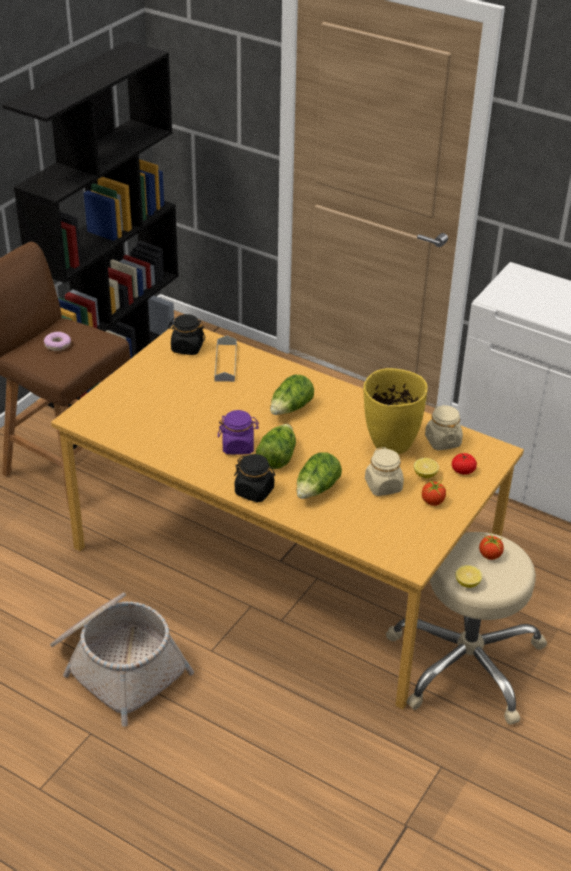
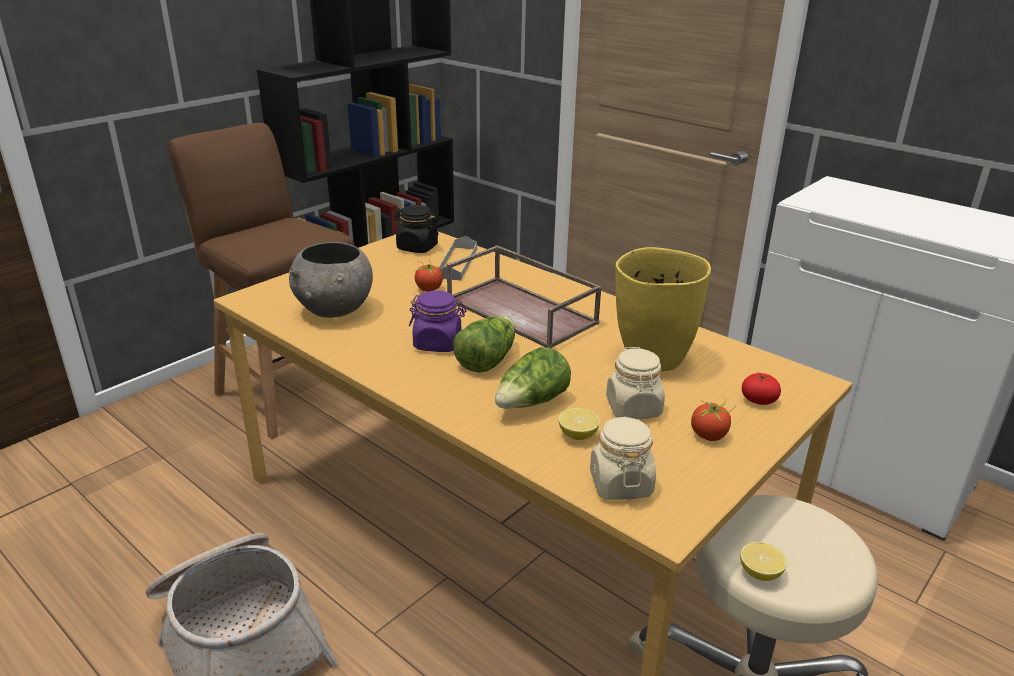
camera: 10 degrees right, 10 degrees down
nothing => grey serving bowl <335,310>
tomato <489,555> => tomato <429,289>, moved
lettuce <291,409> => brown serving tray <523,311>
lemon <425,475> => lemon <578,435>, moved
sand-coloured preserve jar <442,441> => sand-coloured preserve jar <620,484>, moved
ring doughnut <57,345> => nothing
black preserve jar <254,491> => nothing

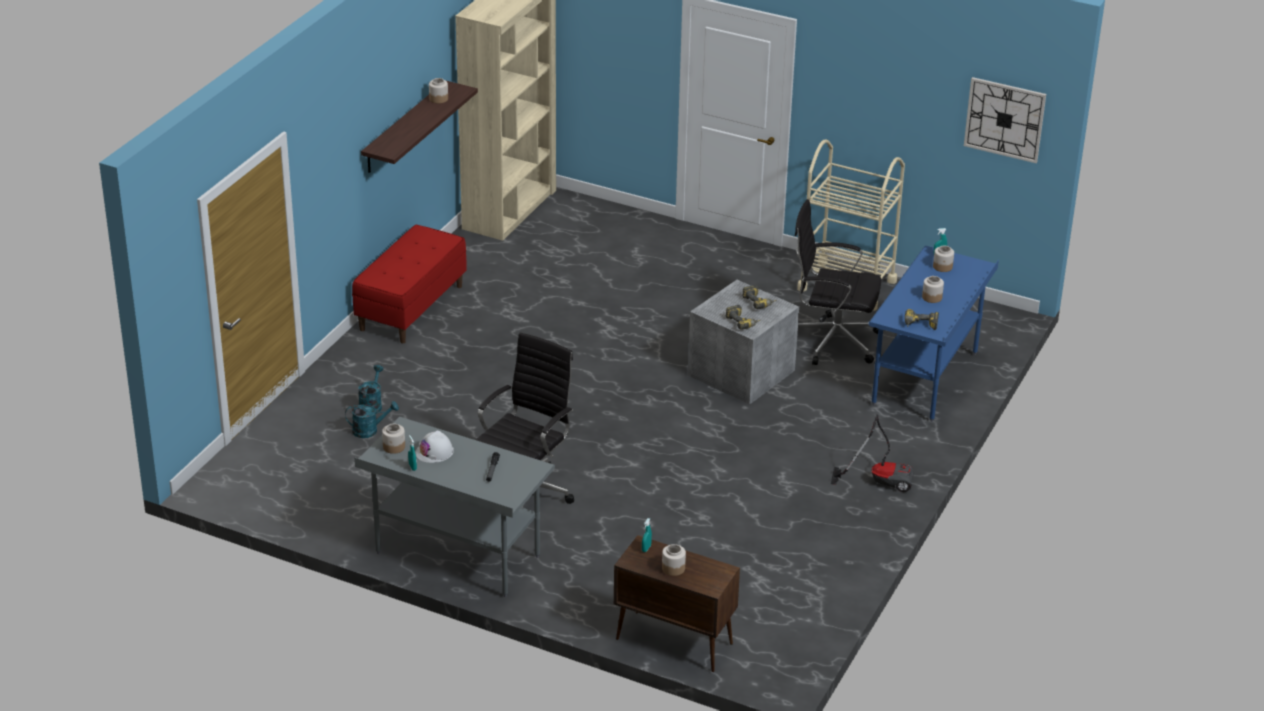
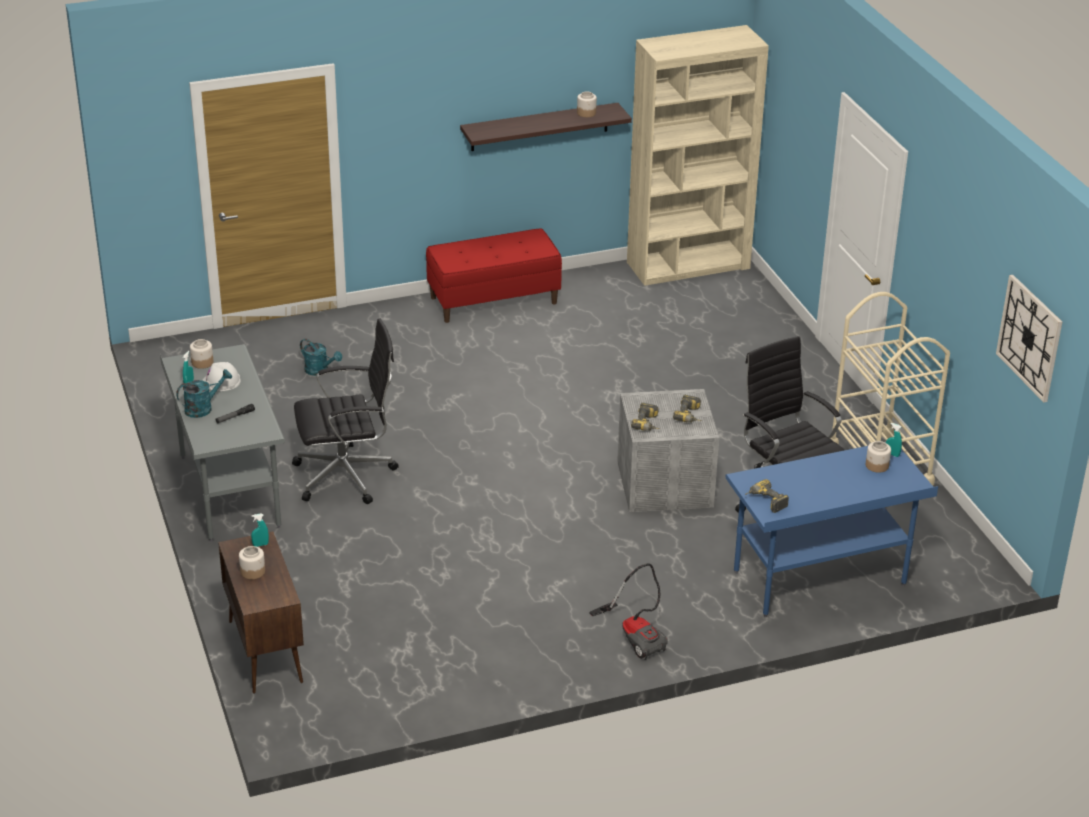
camera: 45 degrees right, 0 degrees up
blue-green sprinkling can <371,405> => blue-green sprinkling can <203,408>, moved
preserve jar <932,297> => nothing

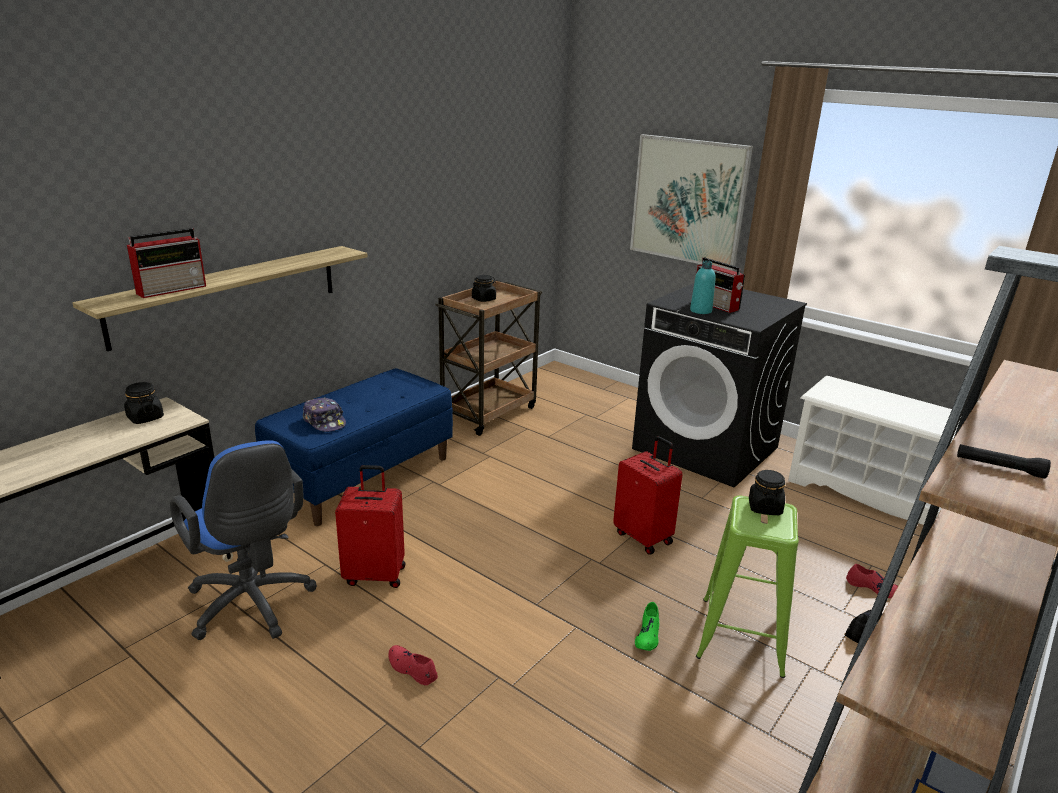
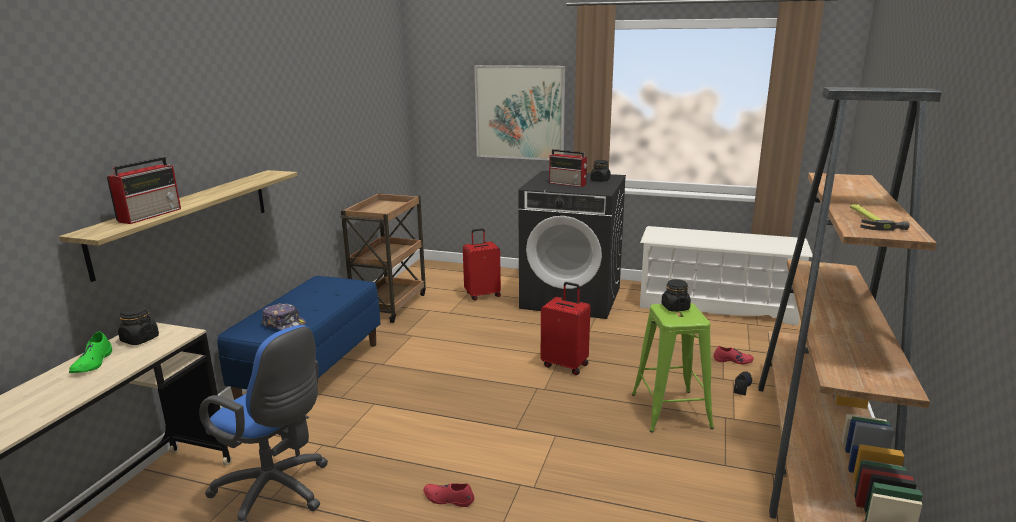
camera: 20 degrees left, 5 degrees down
green-coloured shoe <648,635> => green-coloured shoe <93,363>, moved
red travel case <375,574> => red travel case <482,295>, moved
black preserve jar <484,299> => black preserve jar <600,180>, moved
black torch <999,468> => tool hammer <869,219>
blue-green bottle <700,311> => nothing

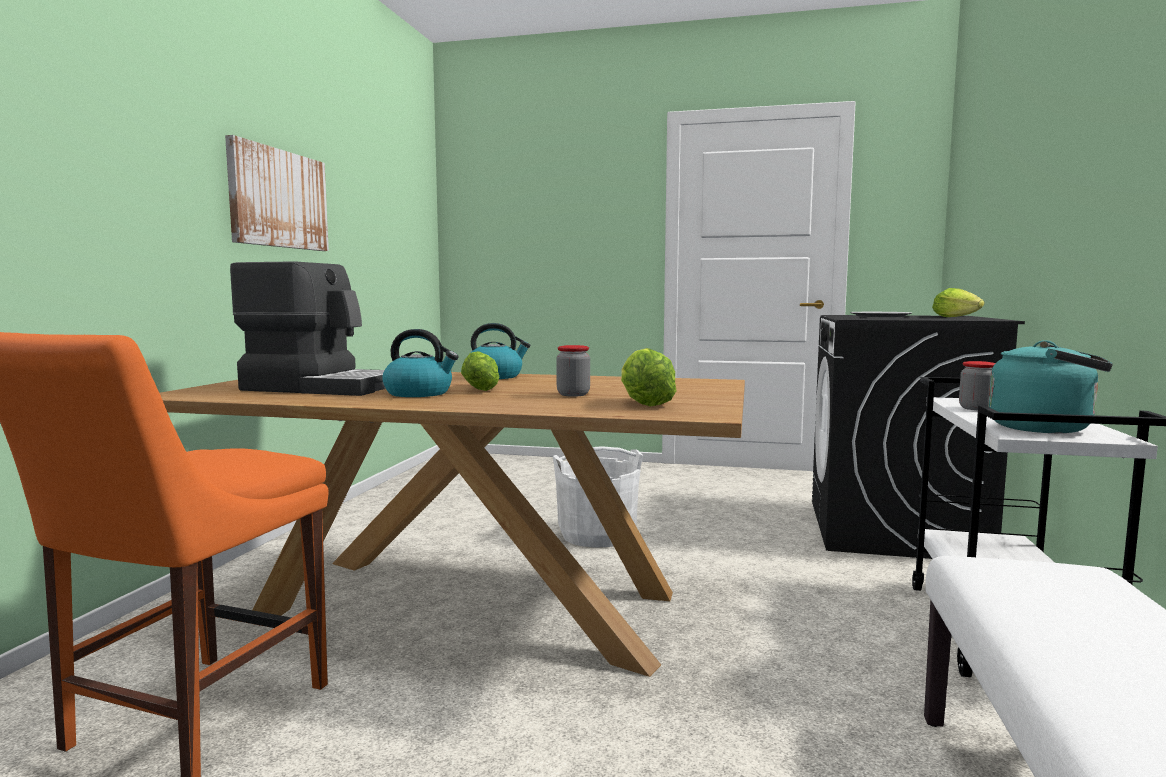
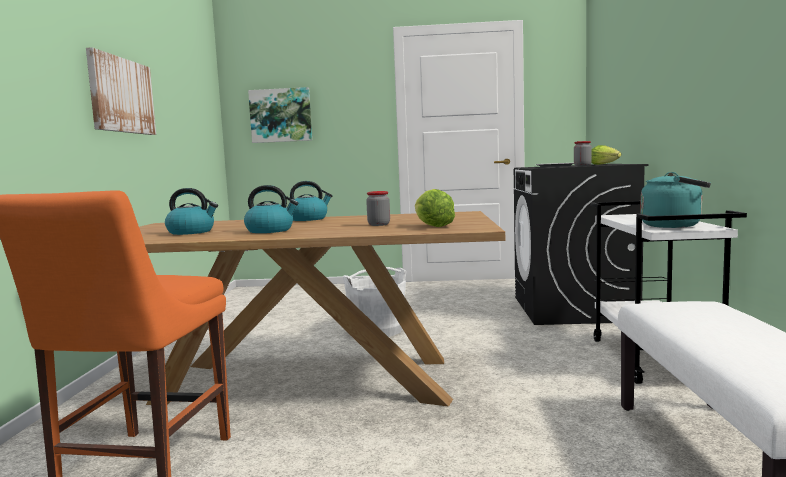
camera: 10 degrees left, 0 degrees up
coffee brewer <322,387> => tea kettle <192,232>
nothing => wall picture <281,115>
preserve jar <976,408> => preserve jar <582,166>, moved
lettuce <482,388> => nothing

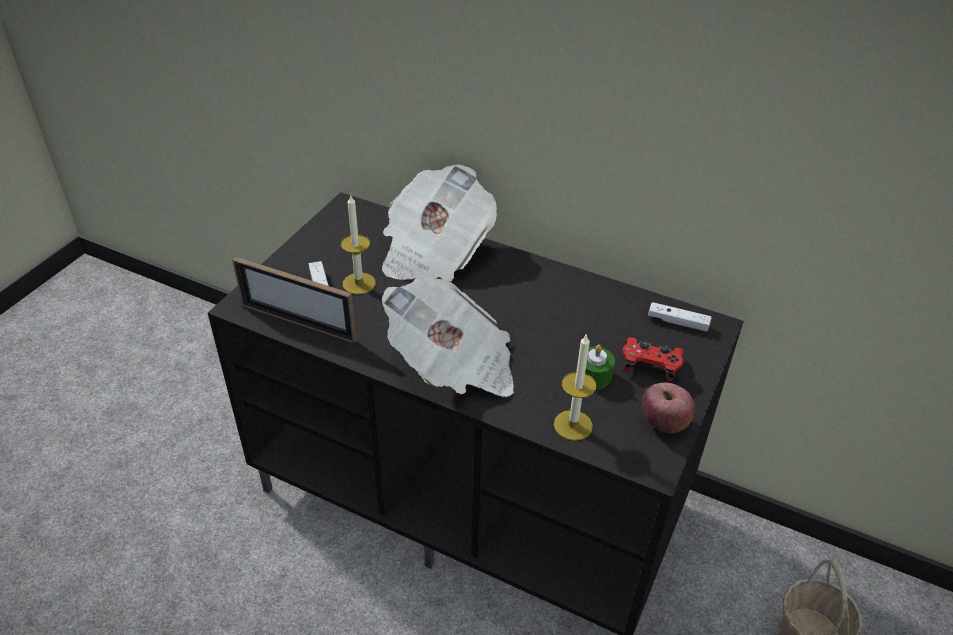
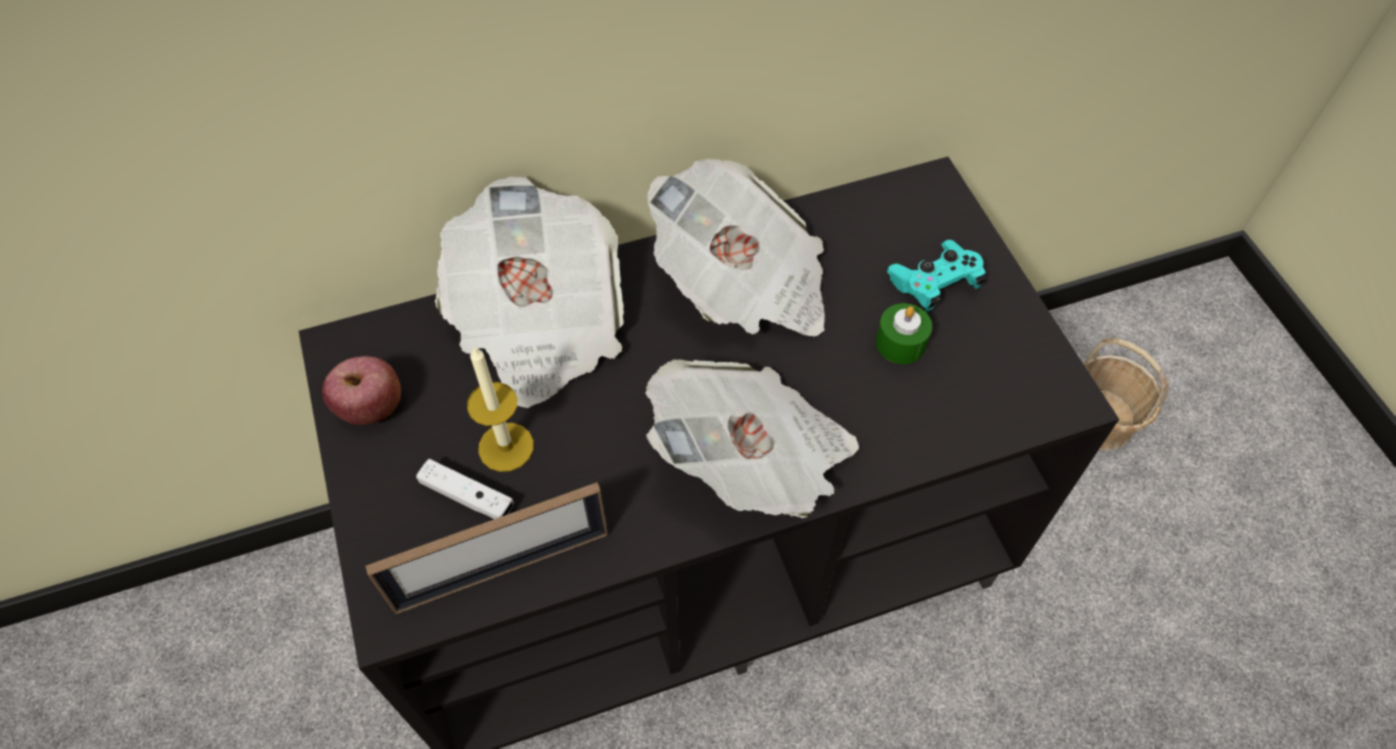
camera: 45 degrees left, 15 degrees up
apple <664,423> => apple <372,408>, moved
nothing => daily paper <743,284>
red game controller <650,366> => blue-green game controller <934,284>
wax light <573,425> => nothing
white-coloured game controller <678,322> => nothing

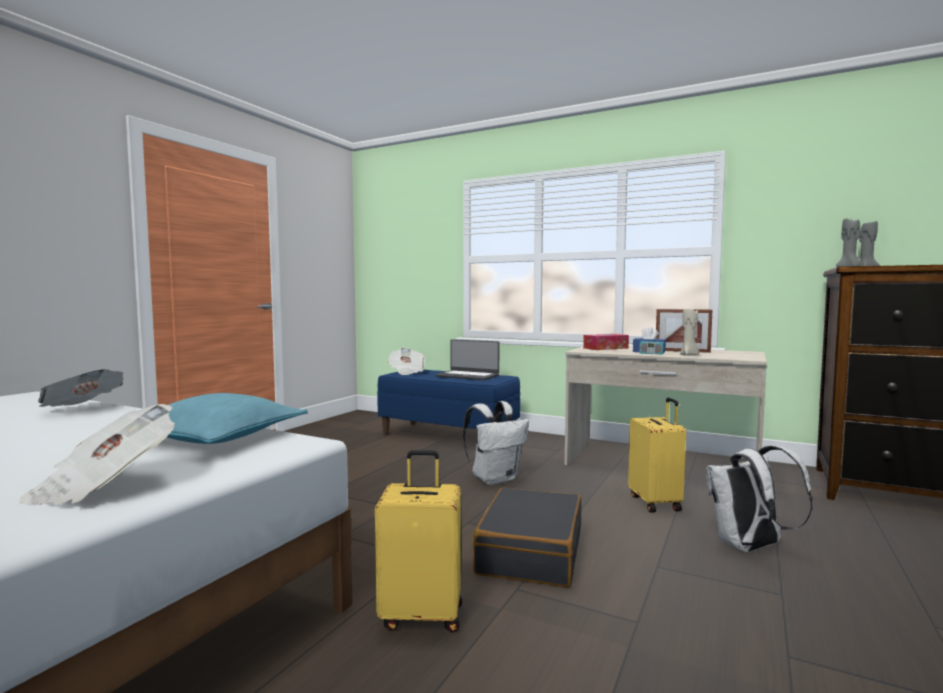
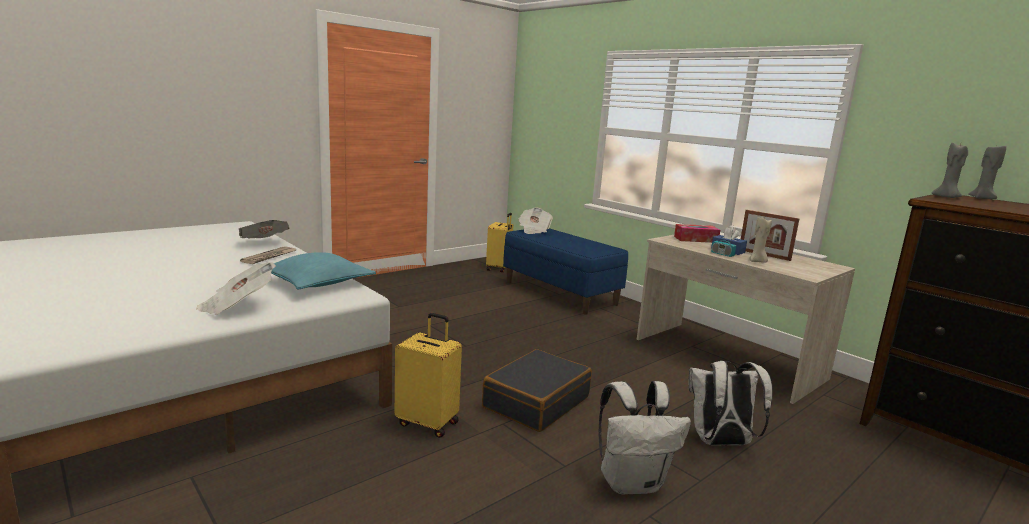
camera: 20 degrees right, 10 degrees up
nothing => daily paper <269,257>
yellow travel case <656,503> => yellow travel case <499,268>, moved
white-coloured backpack <495,479> => white-coloured backpack <632,482>, moved
notebook computer <467,376> => nothing

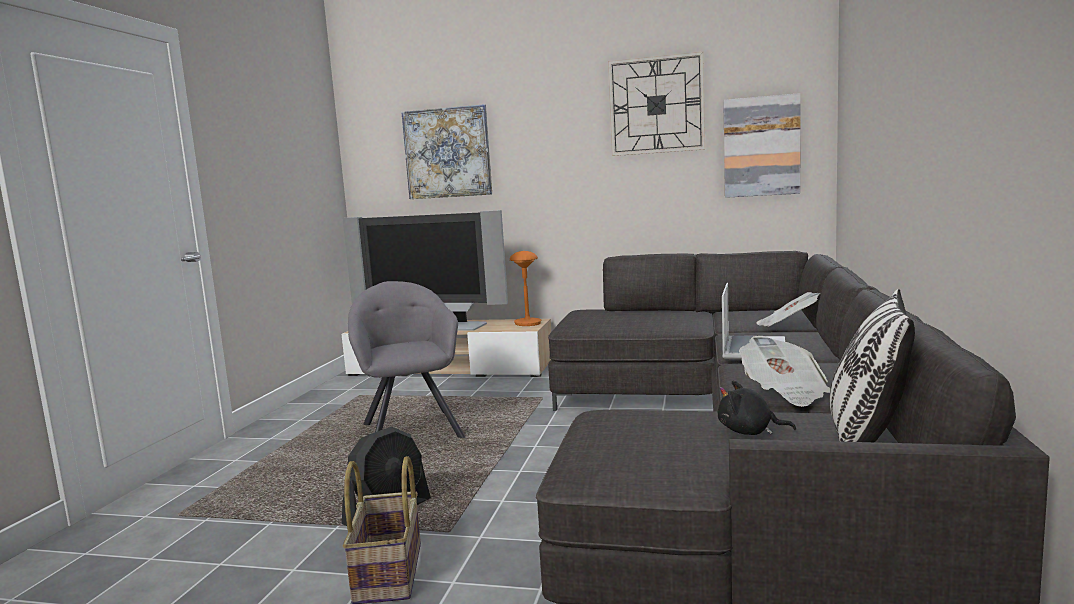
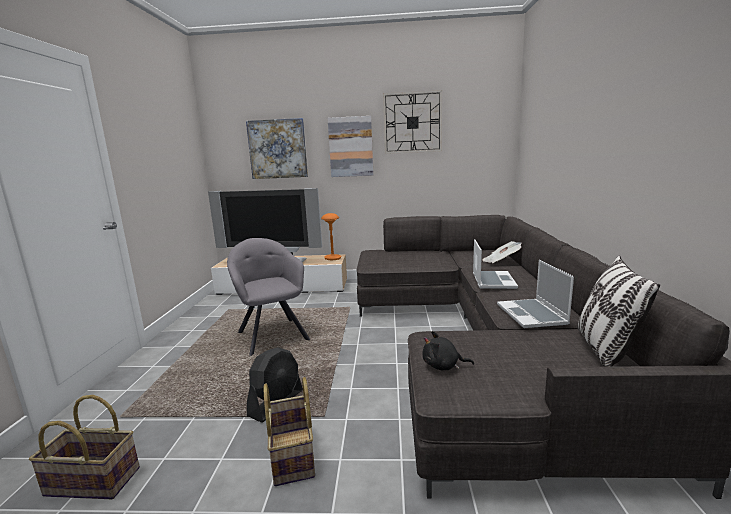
camera: 10 degrees left, 5 degrees up
nothing => storage basket <91,482>
wall picture <761,146> => wall picture <351,147>, moved
black soft toy <749,432> => black soft toy <443,366>, moved
daily paper <784,393> => notebook computer <532,315>

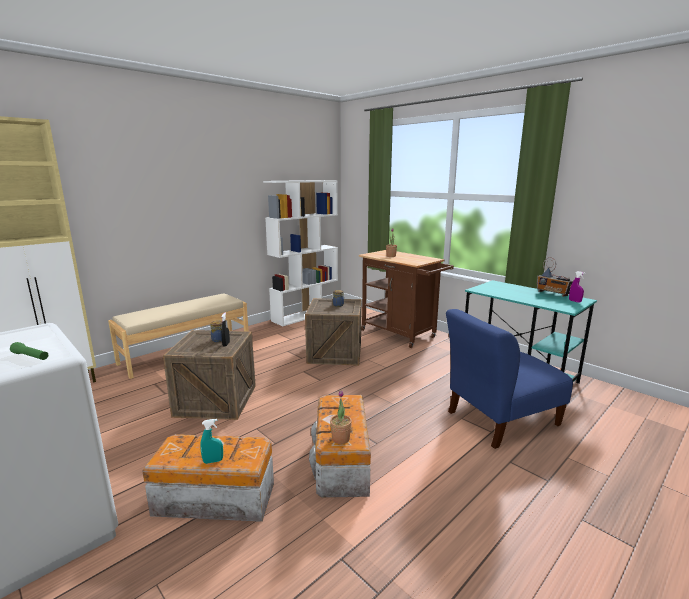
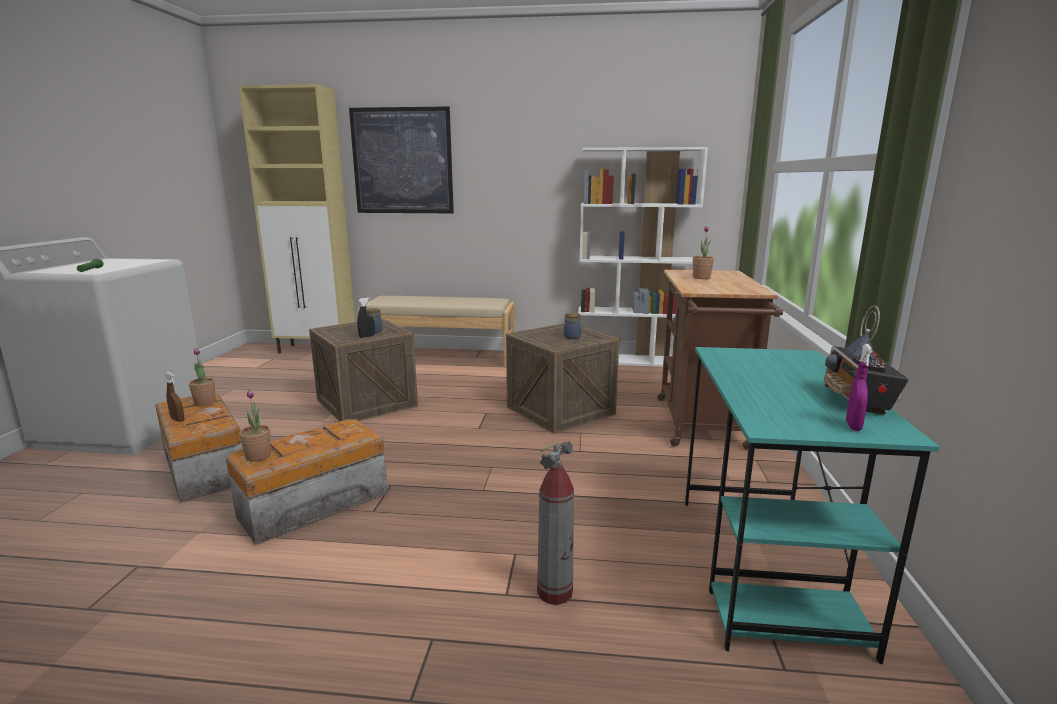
camera: 50 degrees right, 0 degrees up
blue-green spray bottle <213,461> => brown spray bottle <177,420>
nothing => potted plant <205,402>
nothing => wall picture <402,161>
blue-coloured chair <499,420> => fire extinguisher <555,592>

